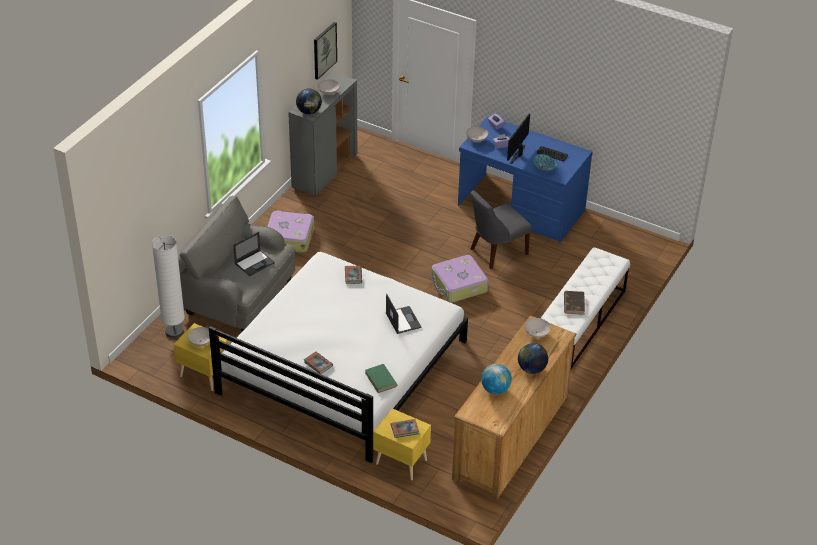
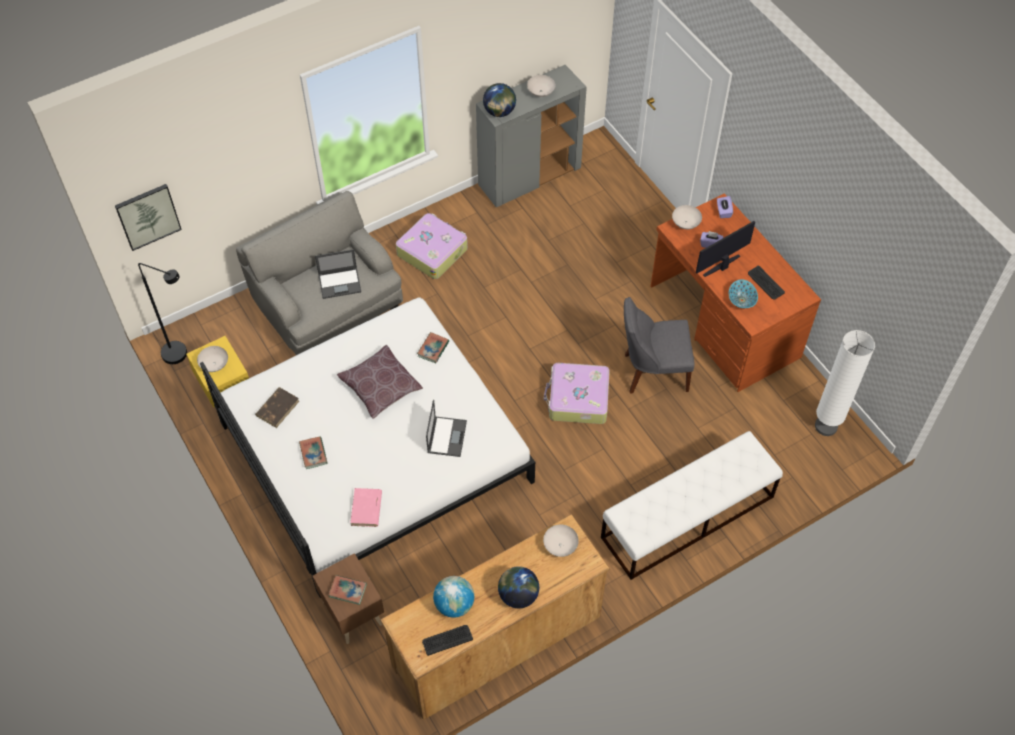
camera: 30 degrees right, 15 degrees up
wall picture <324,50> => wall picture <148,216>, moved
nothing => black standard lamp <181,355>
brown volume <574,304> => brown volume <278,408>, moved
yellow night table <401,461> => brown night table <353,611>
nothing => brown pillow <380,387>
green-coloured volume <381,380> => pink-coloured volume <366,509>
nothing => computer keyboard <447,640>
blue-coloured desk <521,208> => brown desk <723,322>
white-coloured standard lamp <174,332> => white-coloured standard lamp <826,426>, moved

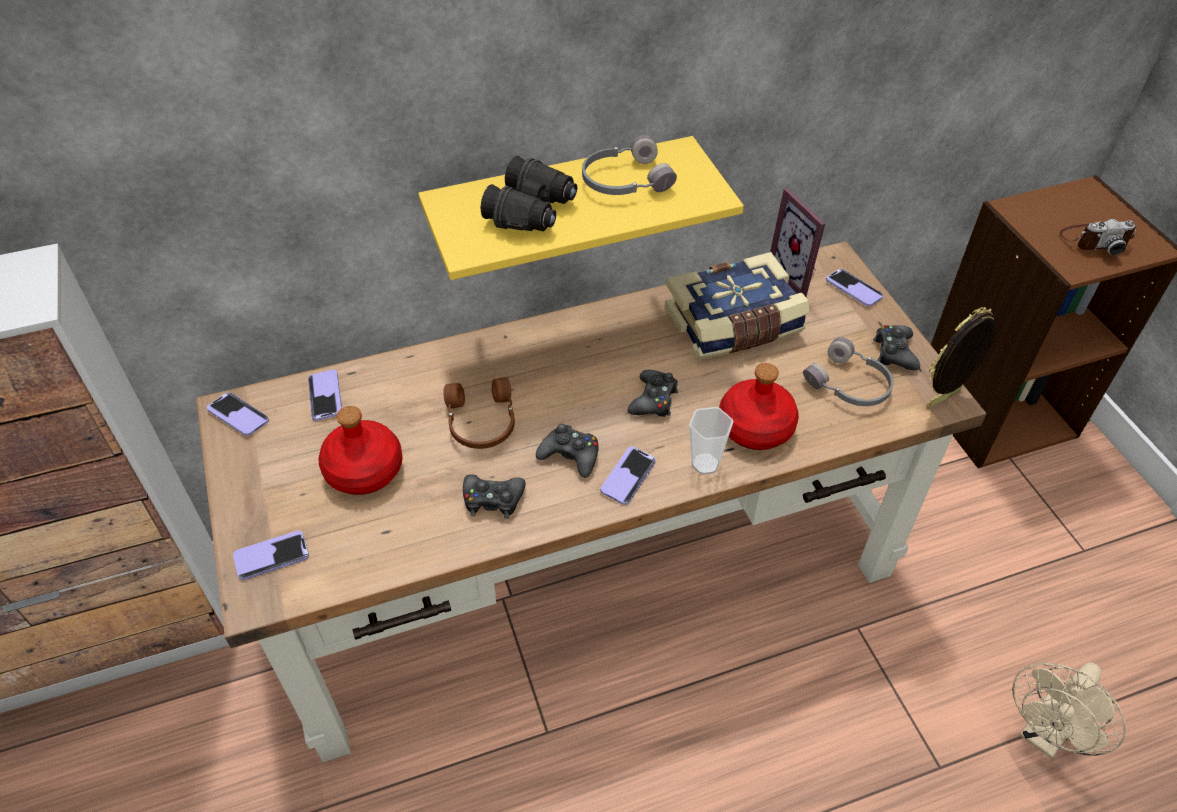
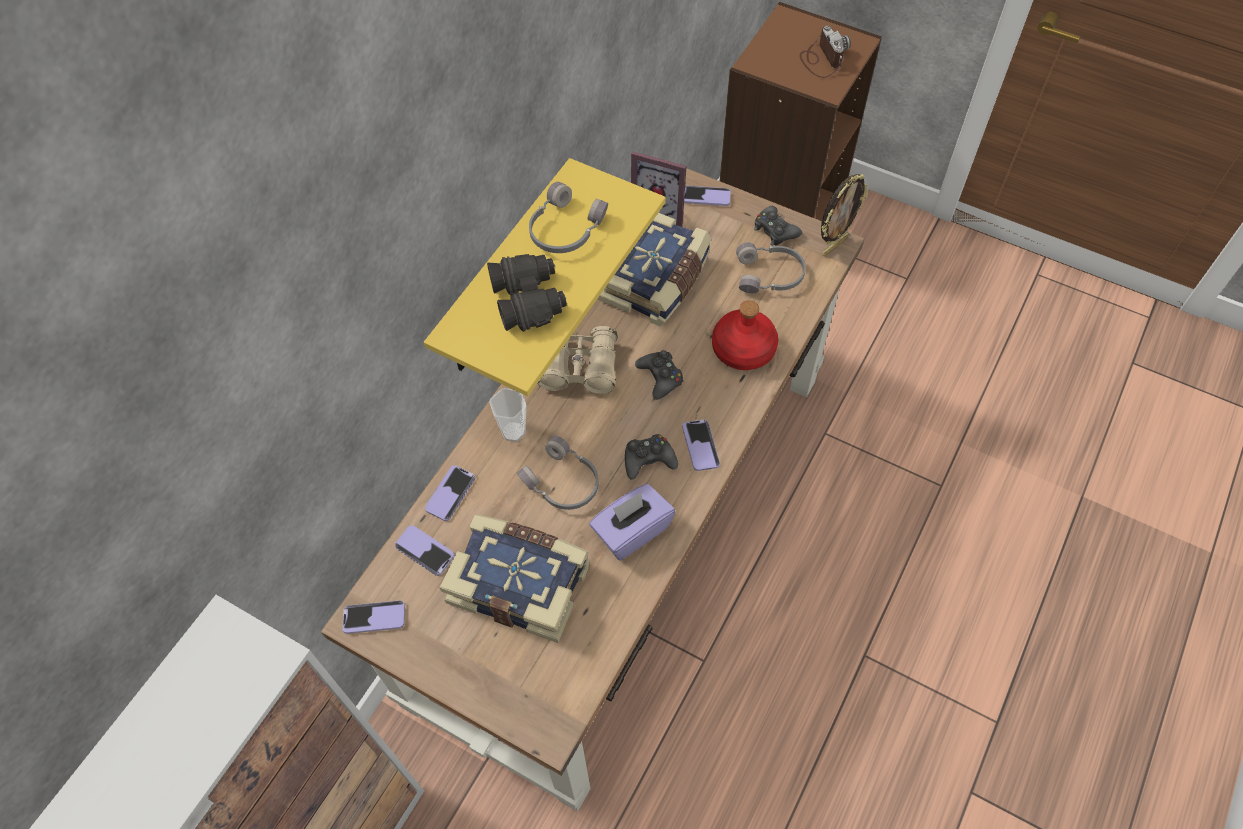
camera: 40 degrees left, 10 degrees up
phone <271,556> => phone <450,494>, moved
red bottle <364,471> => volume <520,582>
drinking cup <705,464> => drinking cup <513,431>, moved
brown pair of headphones <480,422> => grey pair of headphones <562,483>
nothing => sand-coloured pair of binoculars <579,367>
black game controller <493,499> => purple-coloured tissue box <631,531>
photo camera <1094,240> => photo camera <822,59>, 60 degrees counterclockwise
photo frame <944,400> => photo frame <834,245>, 150 degrees counterclockwise
sand-coloured fan <1044,735> => nothing

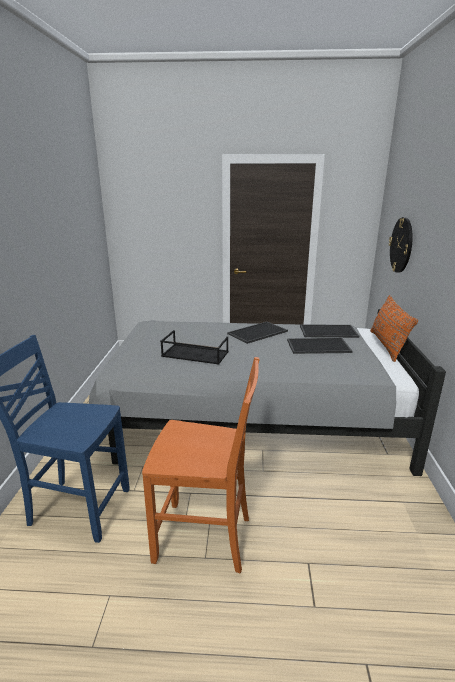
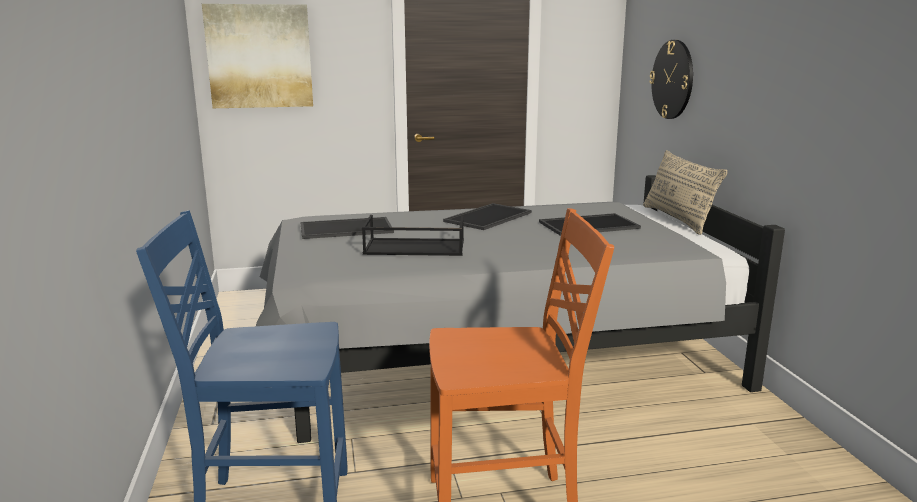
camera: 15 degrees left, 5 degrees down
nothing => wall picture <259,56>
serving tray <328,332> => serving tray <345,229>, moved
orange-coloured pillow <387,345> => sand-coloured pillow <677,219>

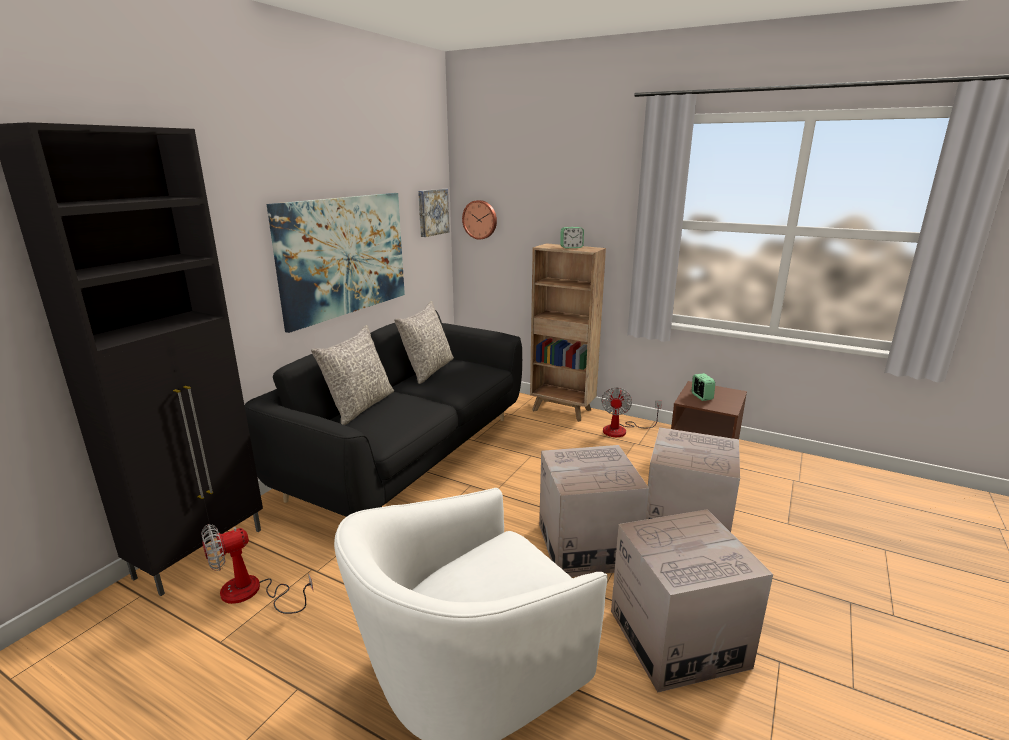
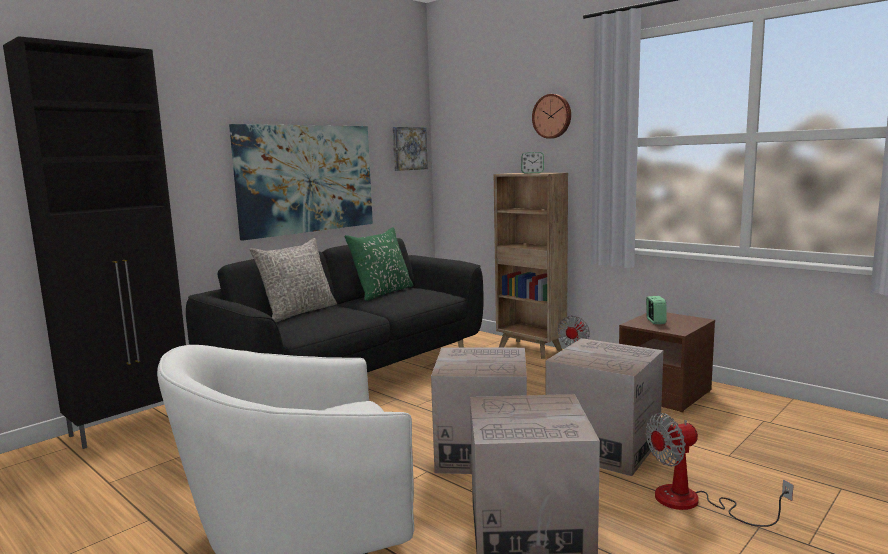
camera: 15 degrees right, 10 degrees down
grey pillow <428,370> => green-coloured pillow <382,293>
clock on the wall <480,219> => clock on the wall <552,116>, moved
fan <252,593> => fan <693,503>, moved

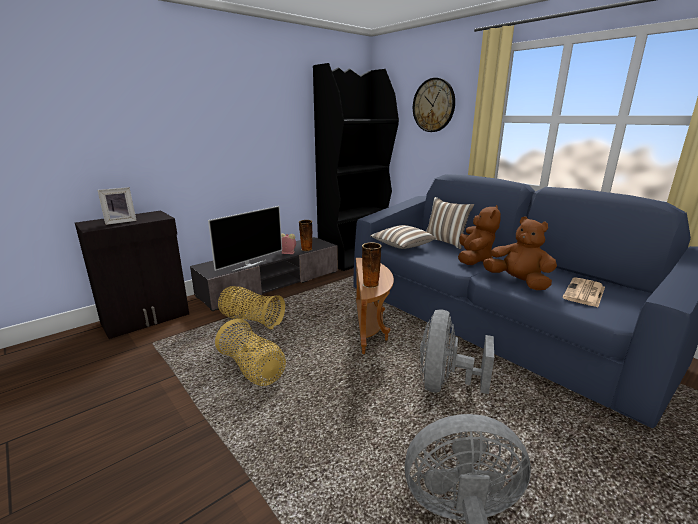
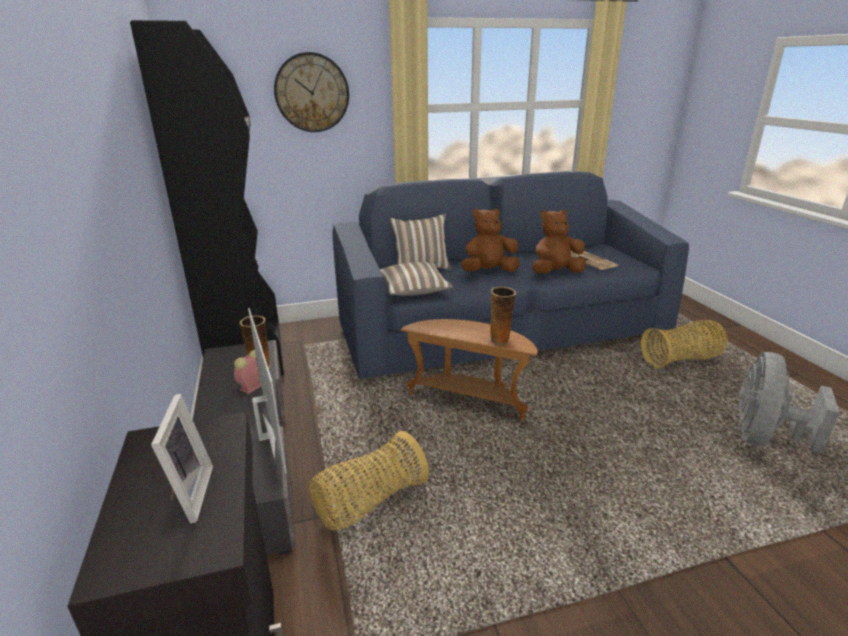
camera: 65 degrees left, 5 degrees up
brown soft toy <474,259> => brown soft toy <488,272>, 60 degrees counterclockwise
storage basket <252,369> => storage basket <681,360>, moved
grey fan <445,383> => nothing

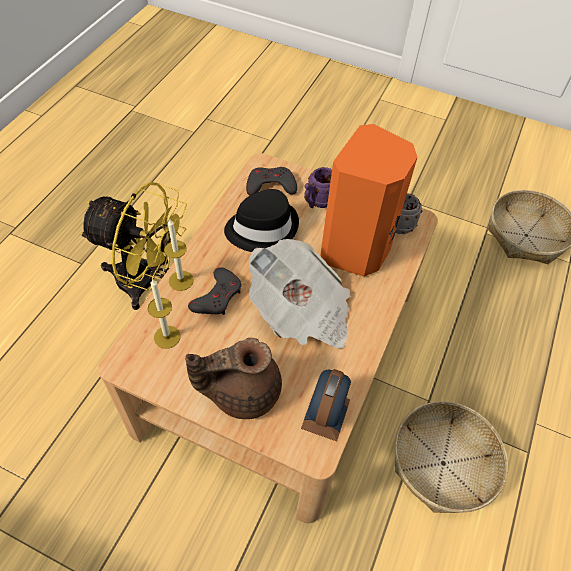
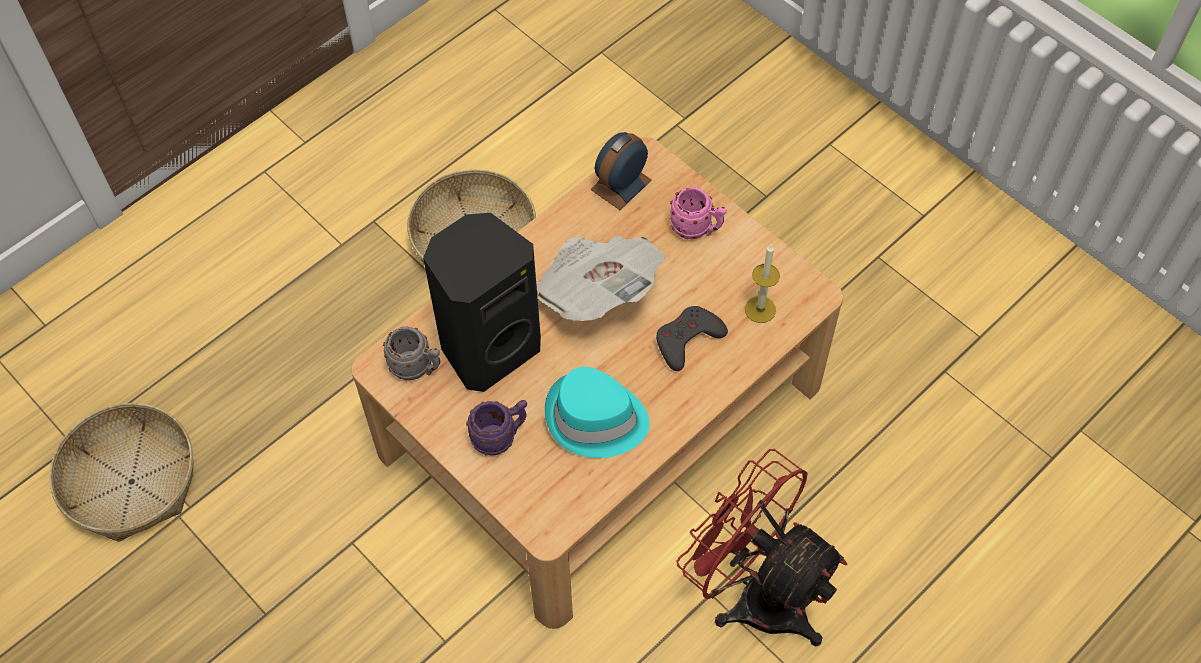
camera: 155 degrees left, 5 degrees up
orange-coloured speaker <357,251> => black speaker <488,347>
black clothing hat <262,228> => blue-green clothing hat <595,419>
brown tea pot <241,391> => pink-coloured coffee mug <697,229>
yellow fan <146,282> => red fan <756,592>
wax light <181,280> => nothing
grey game controller <270,185> => nothing

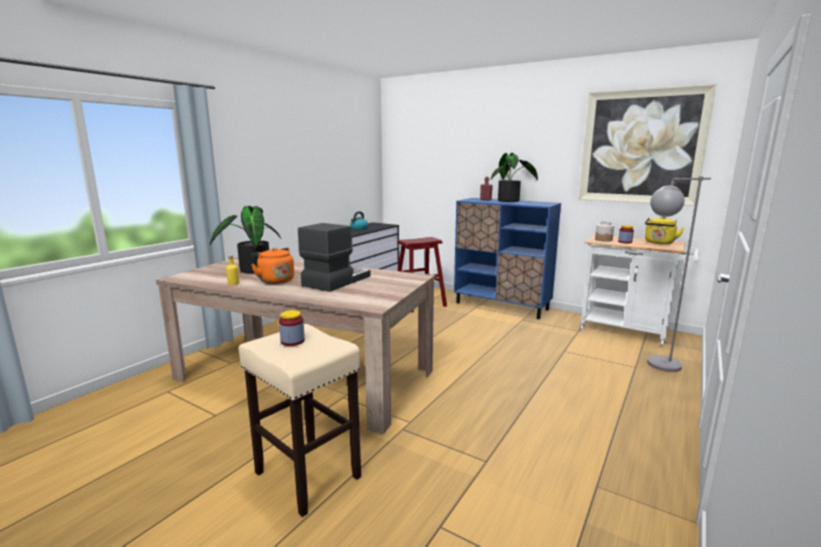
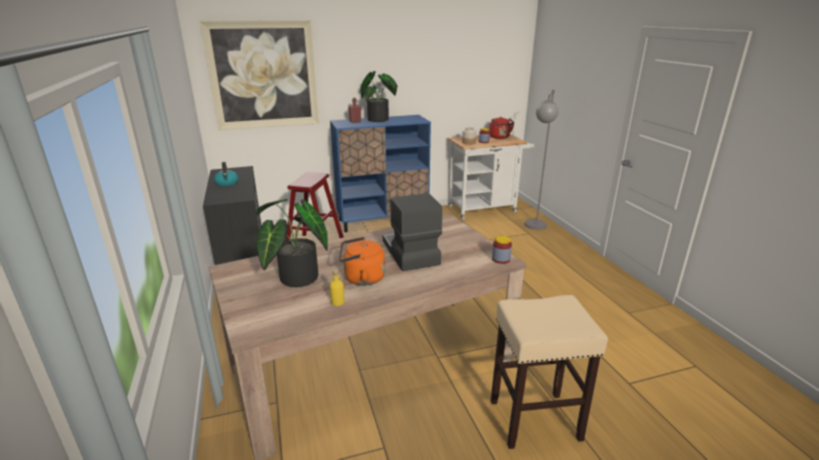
camera: 50 degrees left, 10 degrees up
wall picture <641,147> => wall picture <263,75>, moved
yellow tea kettle <659,243> => red tea kettle <500,137>
preserve jar <292,341> => preserve jar <501,259>, moved

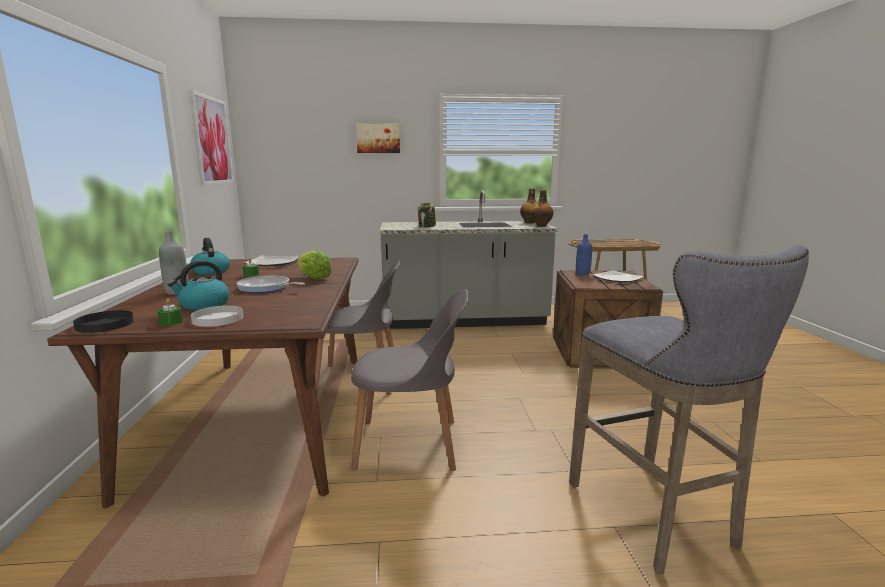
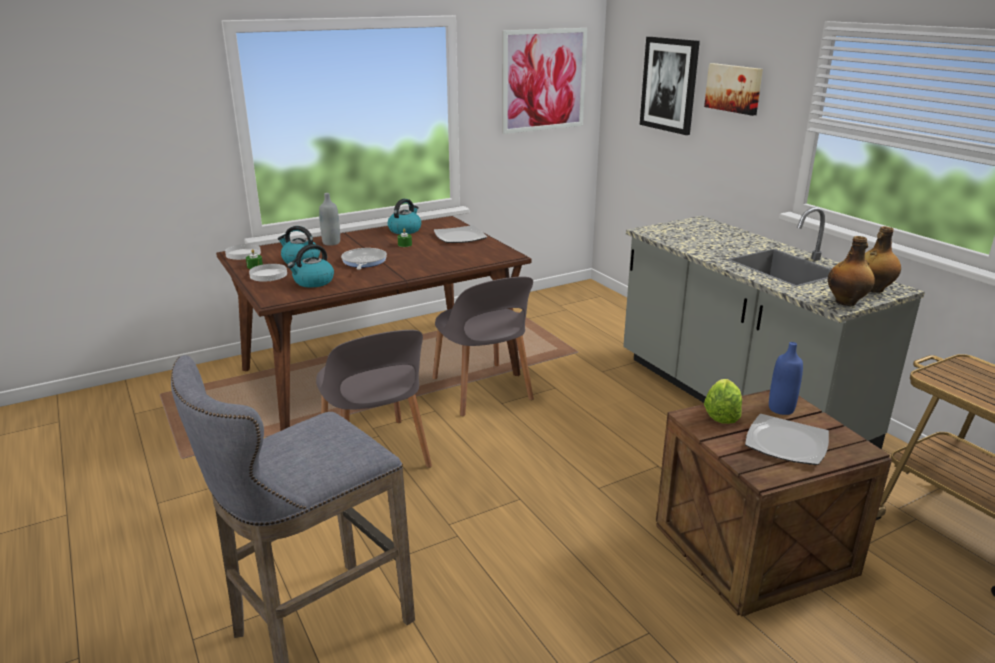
camera: 65 degrees right, 10 degrees up
black dinner plate <104,324> => white-coloured dinner plate <243,254>
nothing => tea kettle <313,282>
nothing => wall picture <669,85>
lettuce <313,278> => lettuce <721,415>, moved
preserve jar <427,227> => nothing

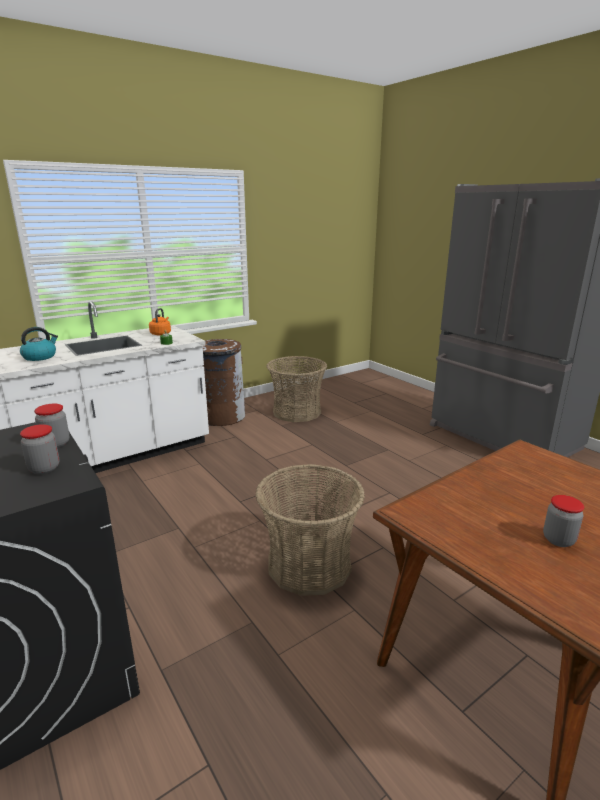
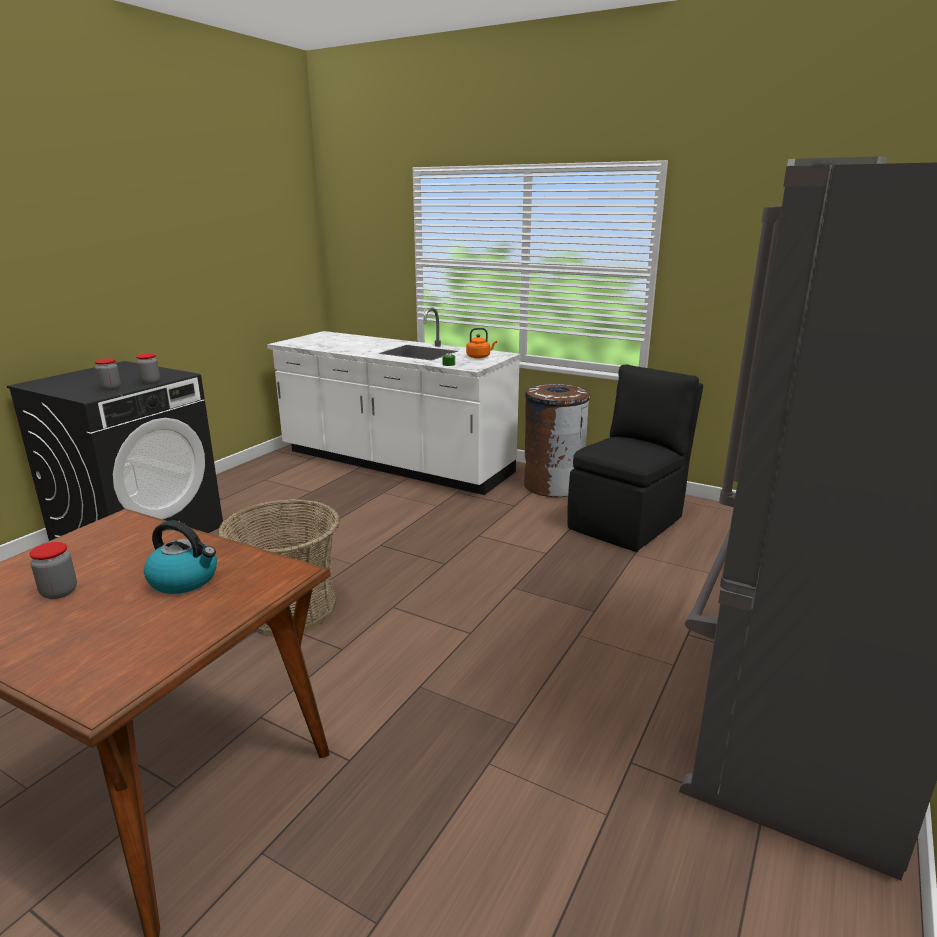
camera: 65 degrees right, 0 degrees up
tea kettle <40,357> => tea kettle <185,580>, moved
storage basket <296,412> => black chair <627,522>

